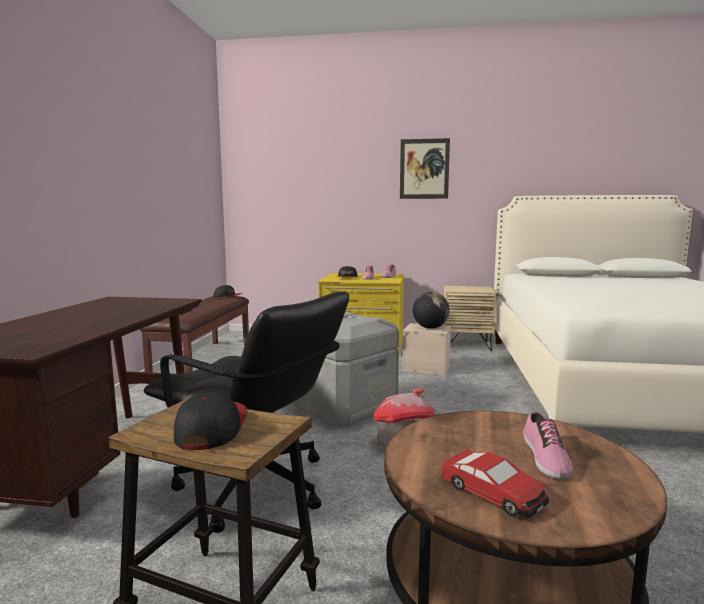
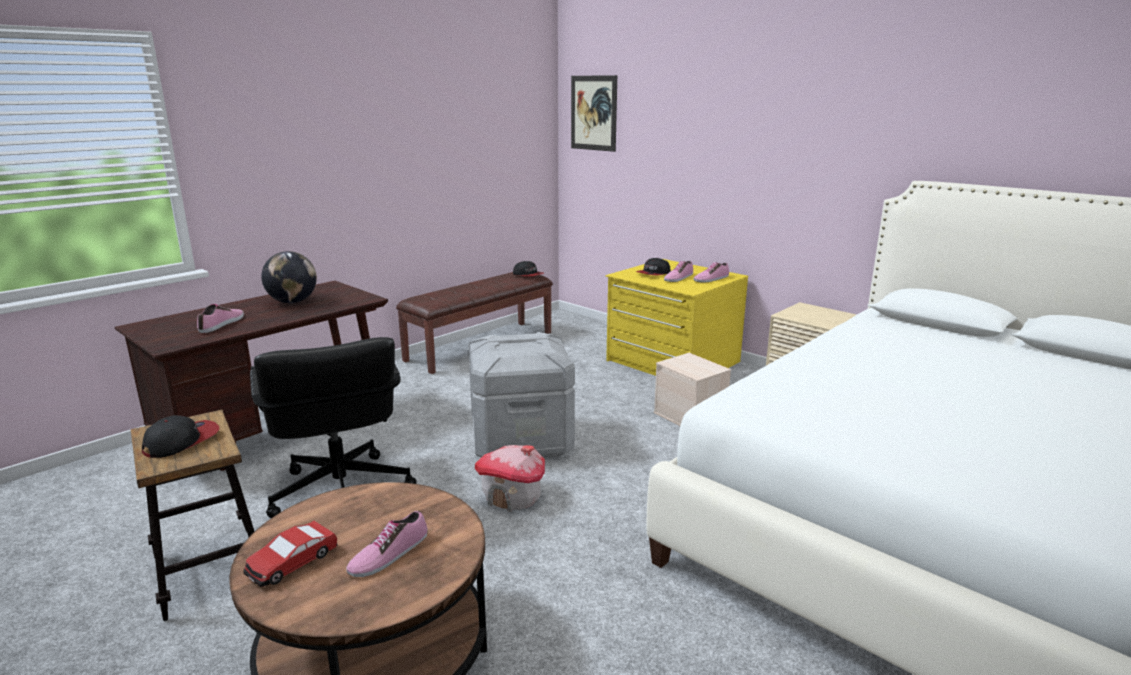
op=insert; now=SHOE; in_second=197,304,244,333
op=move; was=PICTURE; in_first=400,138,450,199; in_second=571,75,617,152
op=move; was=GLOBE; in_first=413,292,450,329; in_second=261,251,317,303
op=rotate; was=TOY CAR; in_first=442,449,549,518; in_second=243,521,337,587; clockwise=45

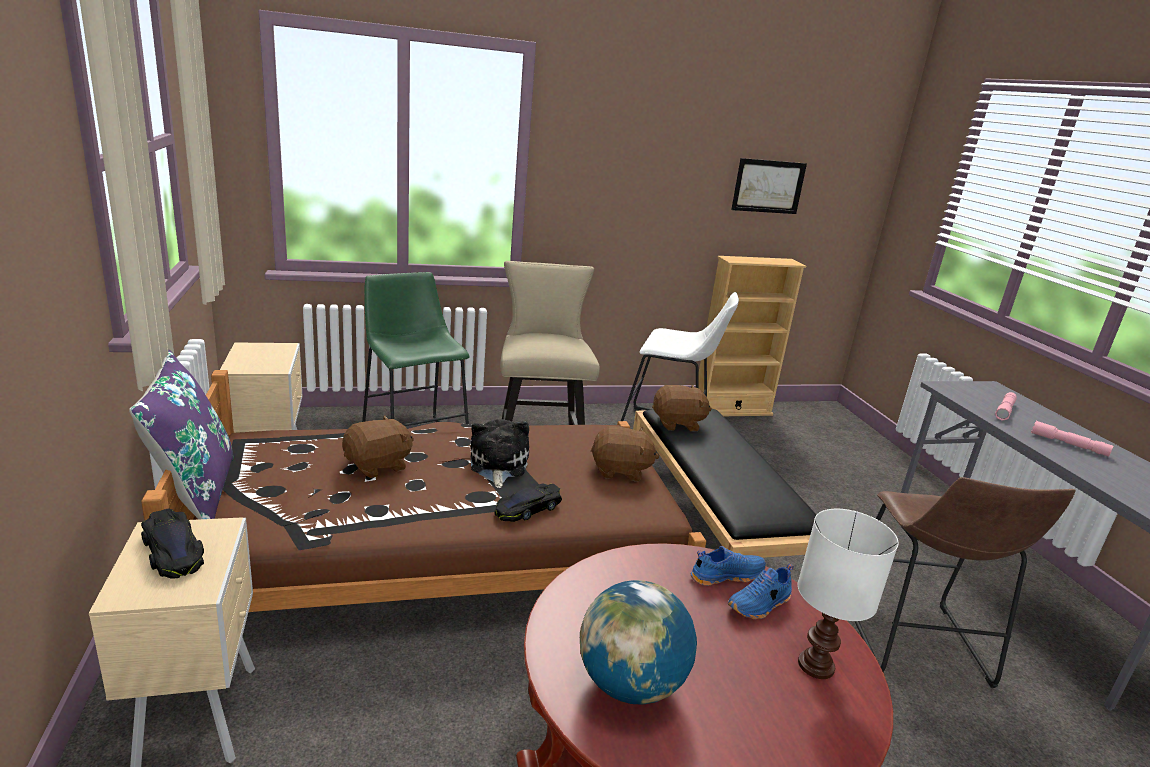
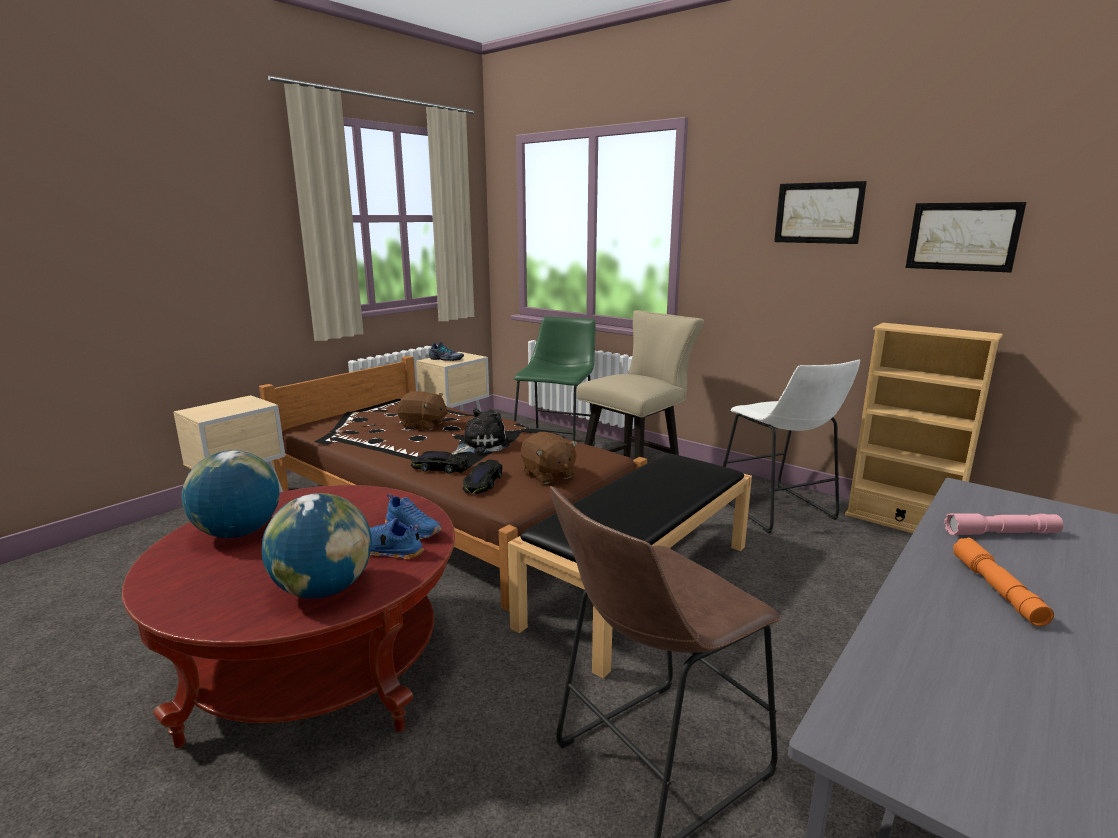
op=delete; was=PURPLE PILLOW; in_first=129,350,234,520
op=delete; was=BROWN PLUSH TOY; in_first=652,385,712,431
op=insert; now=SHOE; in_second=429,342,464,361
op=insert; now=PICTURE; in_second=774,181,867,244
op=move; was=BLACK TOY CAR; in_first=141,509,204,579; in_second=463,460,503,494
op=replace; was=WHITE TABLE LAMP; now=GLOBE; in_first=798,509,899,679; in_second=262,493,372,598
op=recolor; was=PINK FLASHLIGHT; now=ORANGE FLASHLIGHT; in_first=1031,421,1113,457; in_second=953,537,1054,627

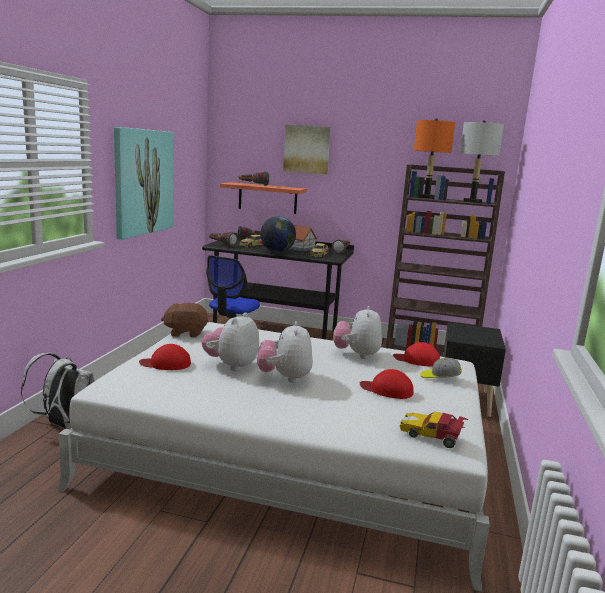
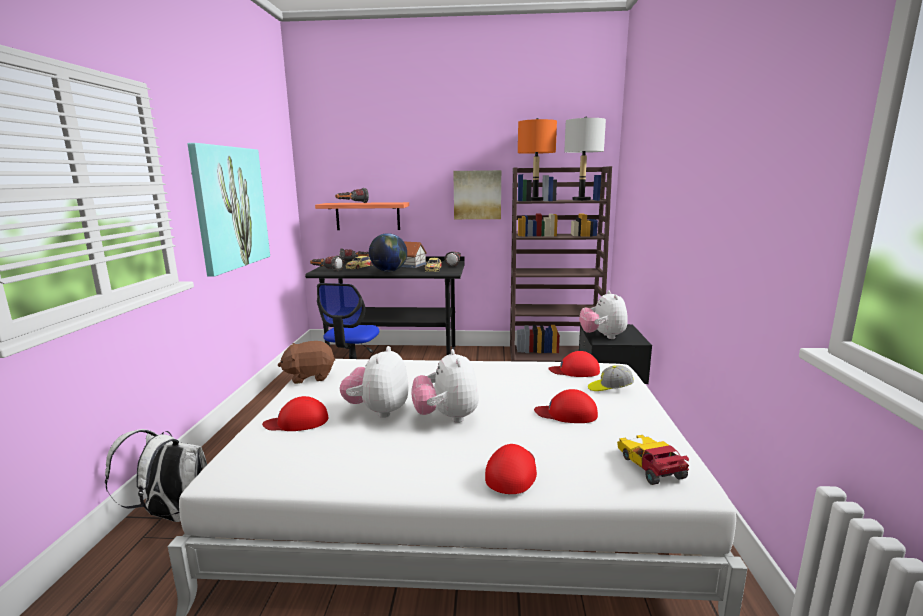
op=insert; now=RED CAP; in_second=485,444,537,494
op=move; was=PICTURE; in_first=283,125,331,174; in_second=453,170,501,219
op=move; was=PLUSH TOY; in_first=333,306,382,359; in_second=579,290,628,339
op=rotate; was=TOY CAR; in_first=400,412,468,448; in_second=617,435,689,485; clockwise=60

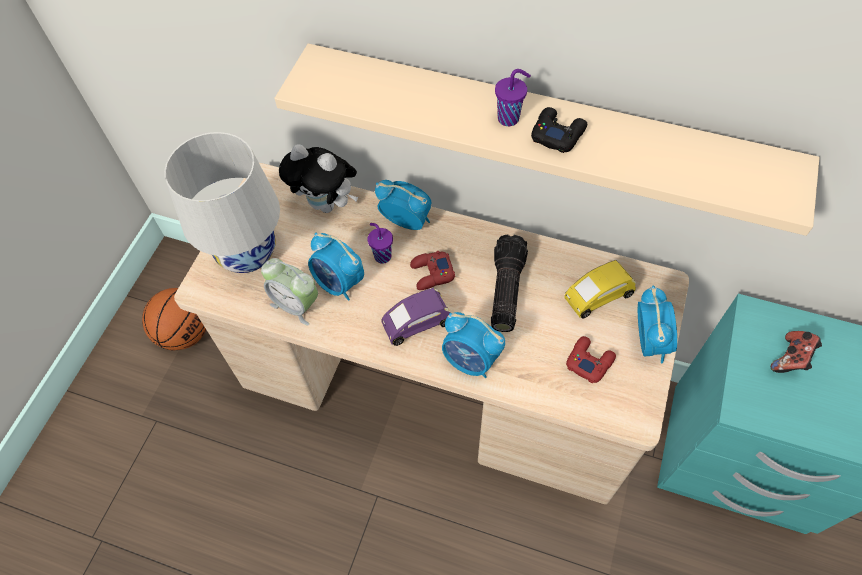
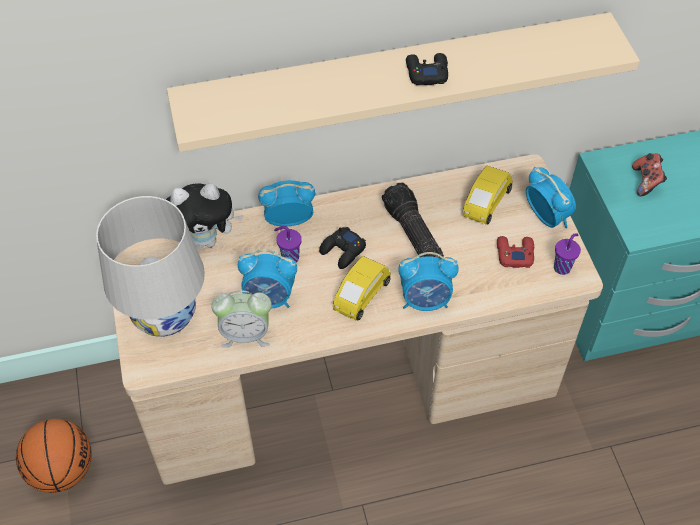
op=move; was=PURPLE CUP; in_first=495,69,531,126; in_second=554,233,581,275
op=recolor; was=PURPLE TOY CAR; now=YELLOW TOY CAR; in_first=381,288,450,346; in_second=333,256,391,321
op=recolor; was=RED GAME CONTROLLER; now=BLACK GAME CONTROLLER; in_first=410,251,455,290; in_second=319,227,366,269

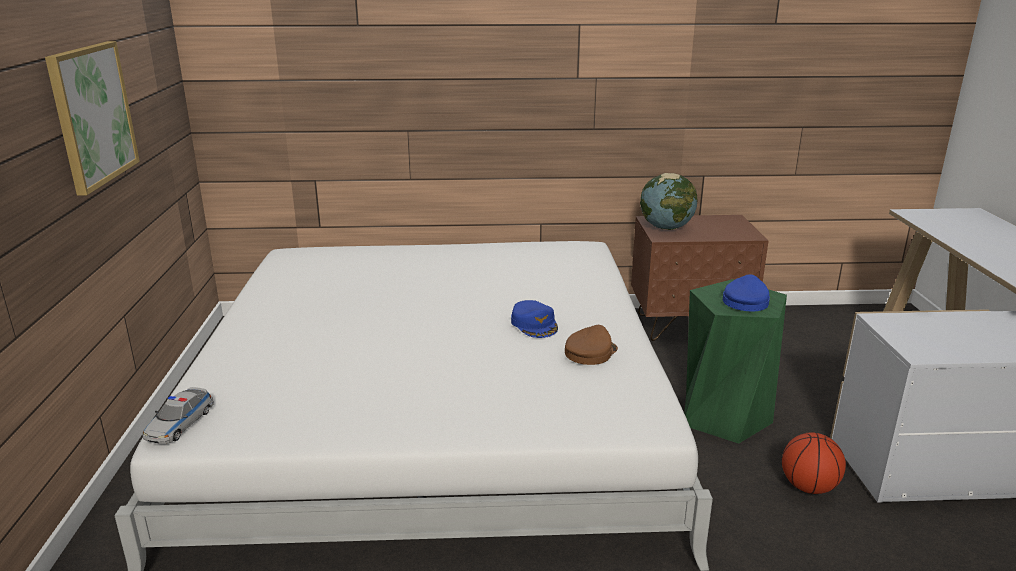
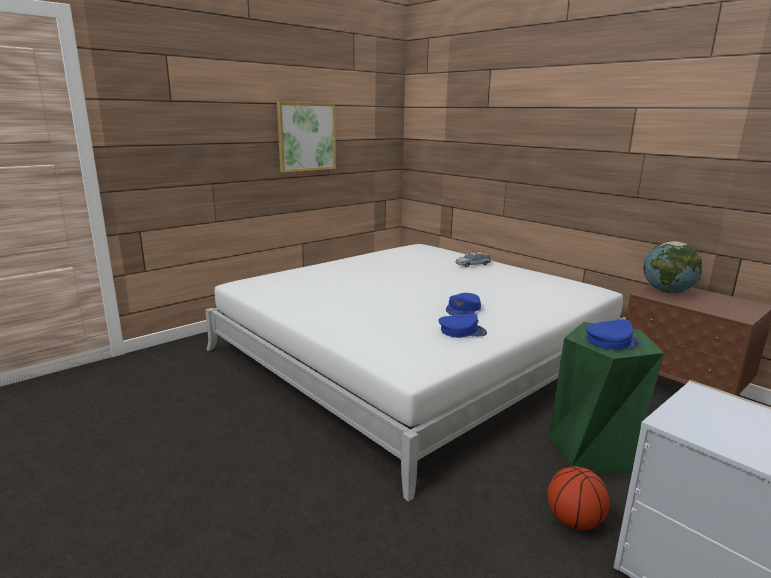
op=move; was=TOY CAR; in_first=142,387,214,444; in_second=456,251,491,267
op=recolor; was=BROWN CAP; now=BLUE CAP; in_first=565,325,618,365; in_second=439,313,487,338

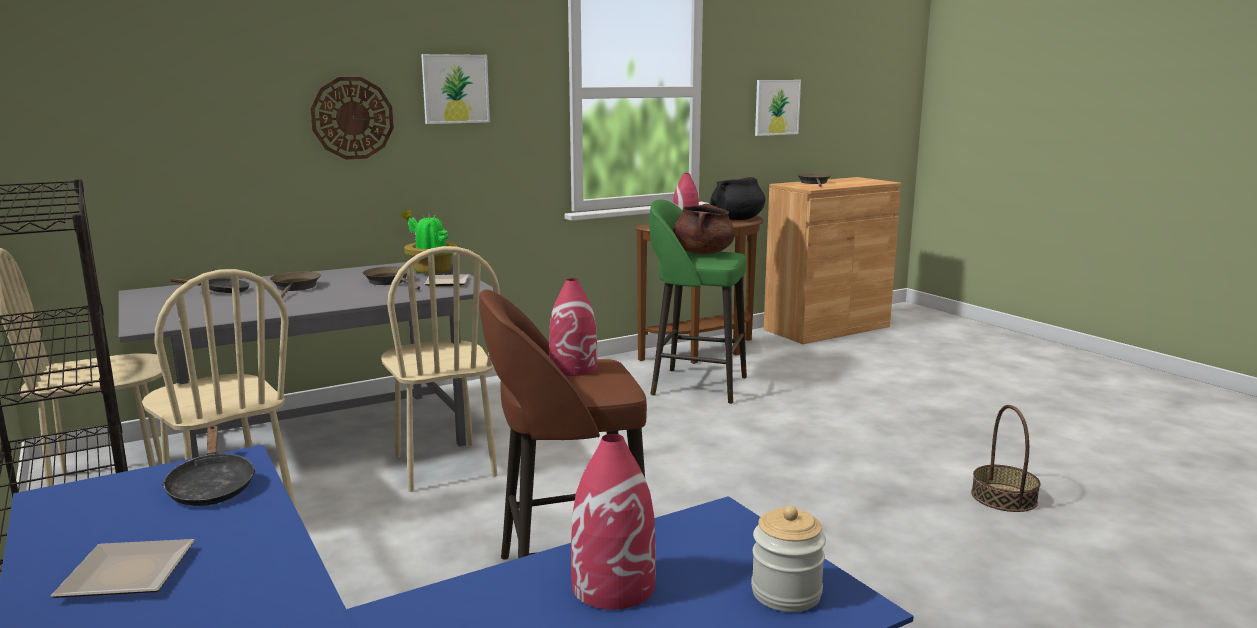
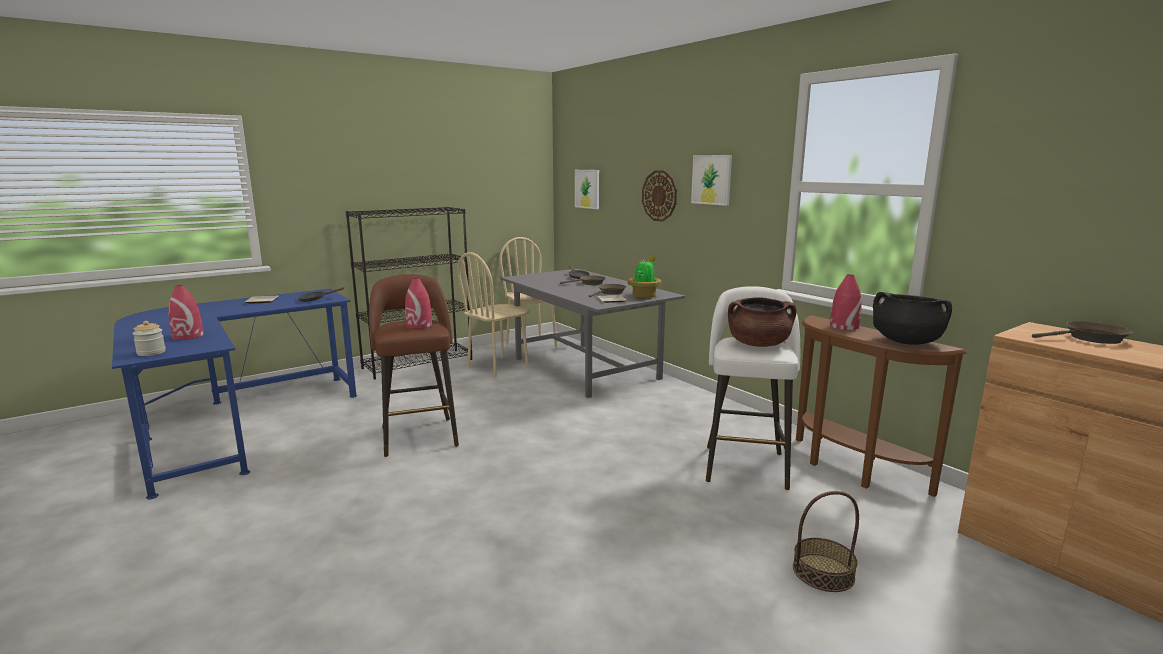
op=delete; was=BEIGE CHAIR; in_first=381,246,500,492
op=move; was=PICTURE; in_first=755,80,801,136; in_second=575,170,599,209
op=move; was=BASKET; in_first=971,405,1041,512; in_second=793,491,859,592
op=recolor; was=GREEN STOOL; now=WHITE STOOL; in_first=649,199,747,404; in_second=706,286,800,490

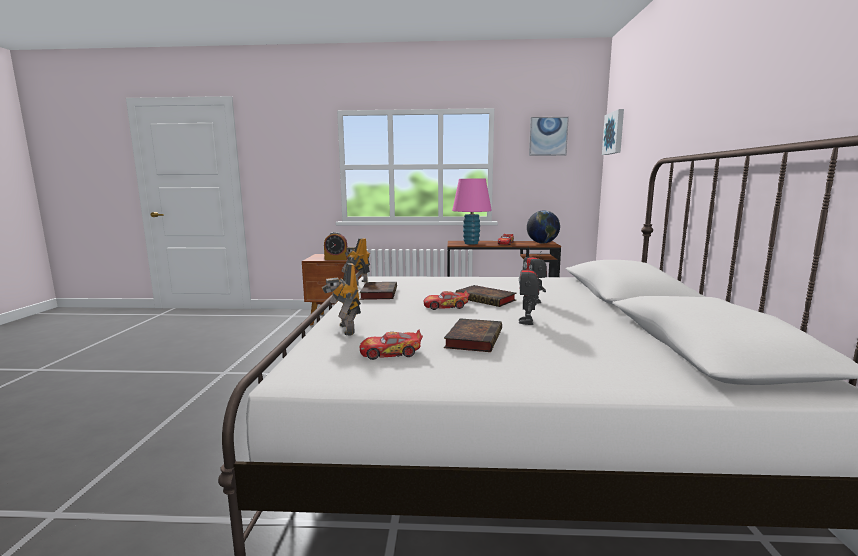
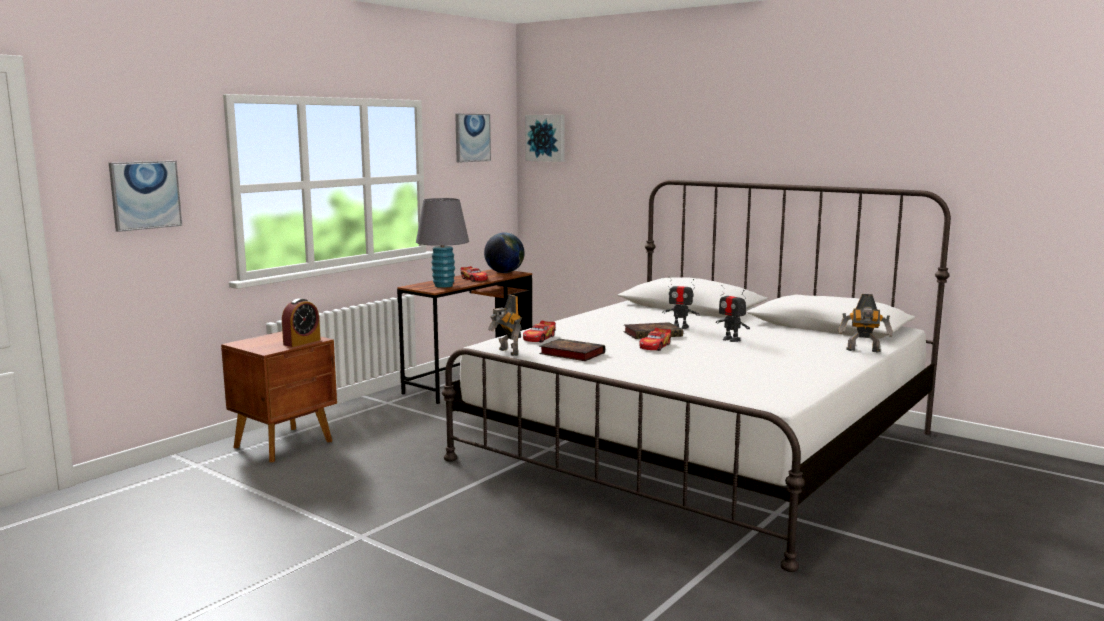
op=delete; was=BOOK; in_first=444,318,502,352
op=insert; now=PICTURE; in_second=109,161,182,232
op=move; was=TOY ROBOT; in_first=321,263,361,336; in_second=838,294,893,353
op=move; was=TOY CAR; in_first=360,330,423,360; in_second=523,320,556,342
op=recolor; was=PINK TABLE LAMP; now=GREY TABLE LAMP; in_first=452,179,492,245; in_second=416,198,469,288

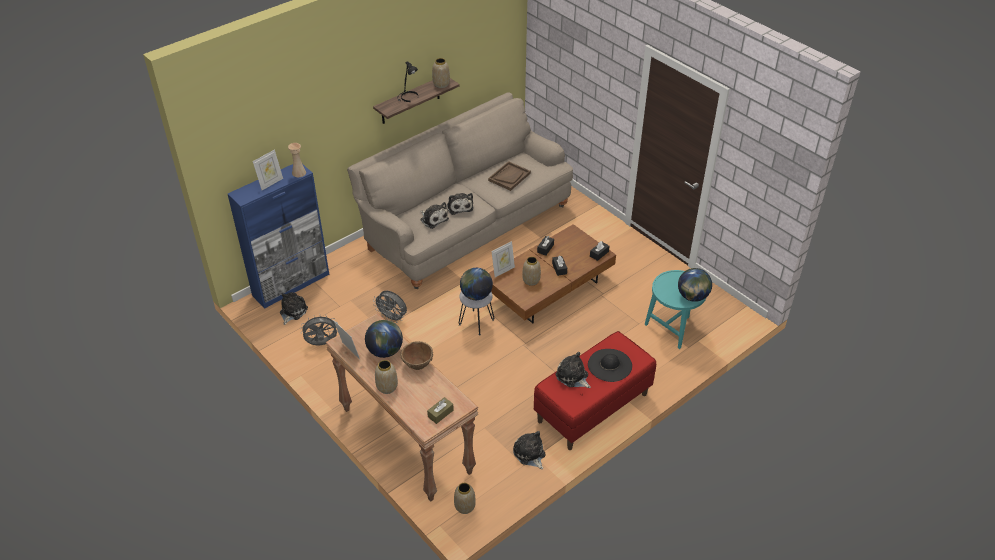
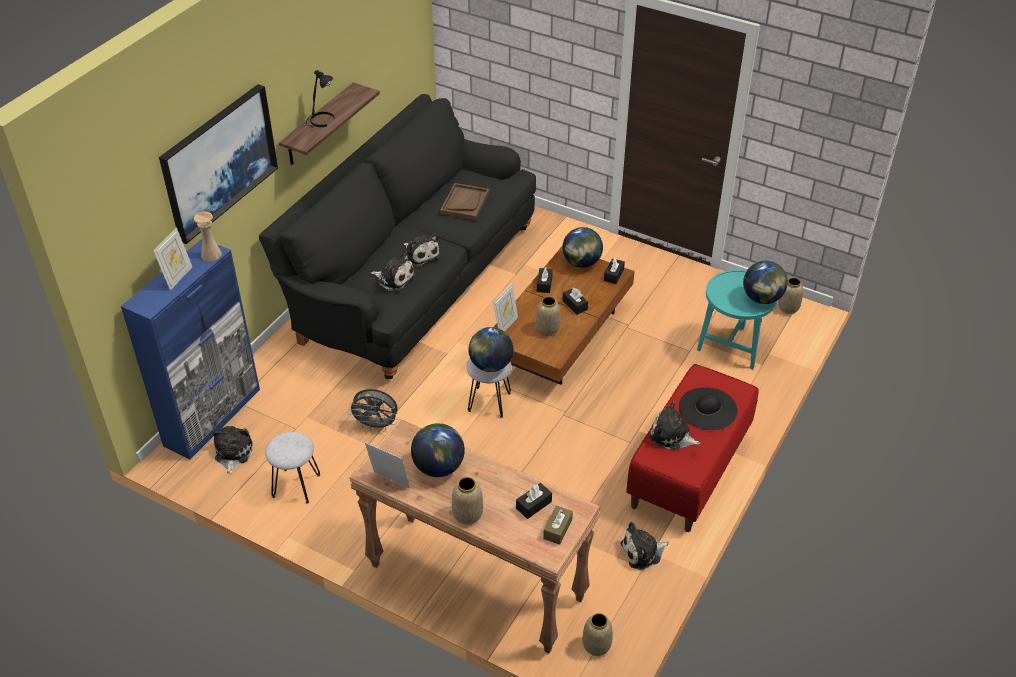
op=delete; was=BROWN BOWL; in_first=400,341,433,370
op=insert; now=PICTURE; in_second=159,84,278,244
op=insert; now=BLACK TISSUE BOX; in_second=516,483,552,519
op=insert; now=GLOBE; in_second=562,227,603,268
op=move; was=VASE; in_first=432,58,450,88; in_second=778,277,803,314
op=replace; was=GREY FAN; now=GREY STOOL; in_first=300,316,338,345; in_second=265,432,320,503
op=recolor; was=BEIGE SOFA; now=BLACK SOFA; in_first=347,92,573,289; in_second=259,94,536,379
op=rotate; was=PLUSH TOY; in_first=513,431,546,469; in_second=620,522,669,570; clockwise=-60

